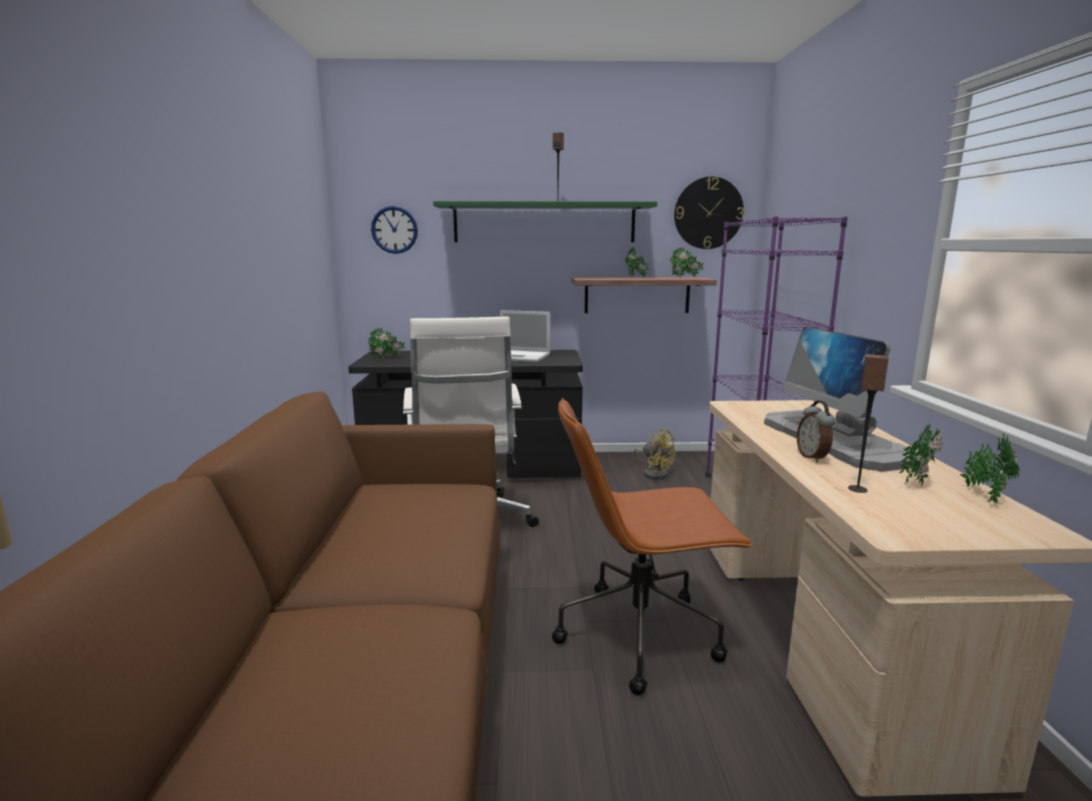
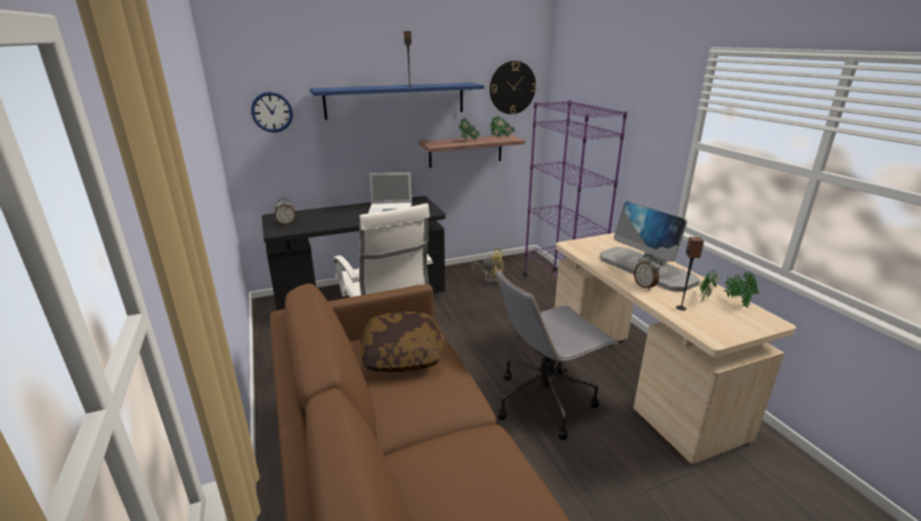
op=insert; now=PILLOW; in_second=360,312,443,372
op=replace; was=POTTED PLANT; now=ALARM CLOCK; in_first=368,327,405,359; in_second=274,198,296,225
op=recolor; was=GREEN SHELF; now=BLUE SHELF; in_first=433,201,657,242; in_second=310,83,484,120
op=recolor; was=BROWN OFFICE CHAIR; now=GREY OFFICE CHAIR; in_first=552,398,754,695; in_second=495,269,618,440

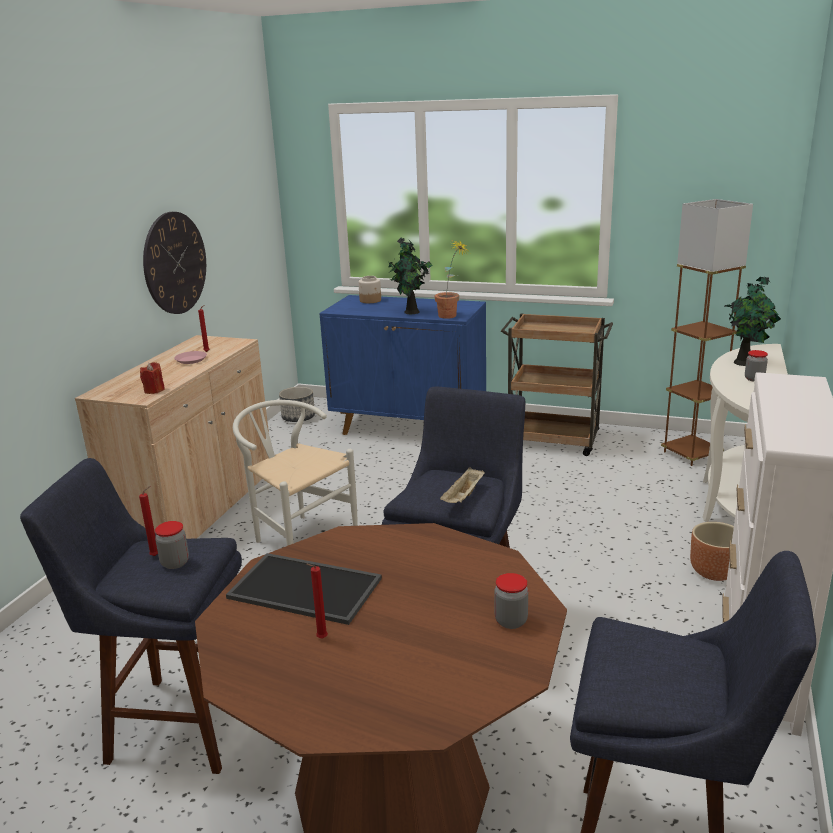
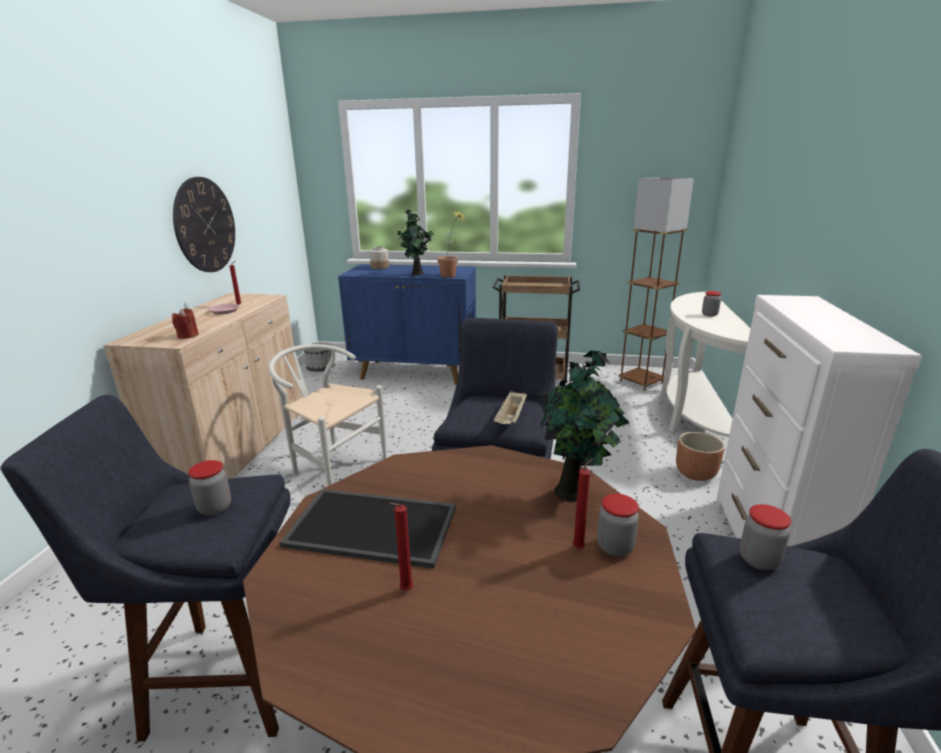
op=insert; now=JAR; in_second=740,504,791,570
op=move; was=RED CANDLE; in_first=139,486,158,556; in_second=572,459,593,549
op=move; was=POTTED PLANT; in_first=725,277,781,366; in_second=533,351,629,502

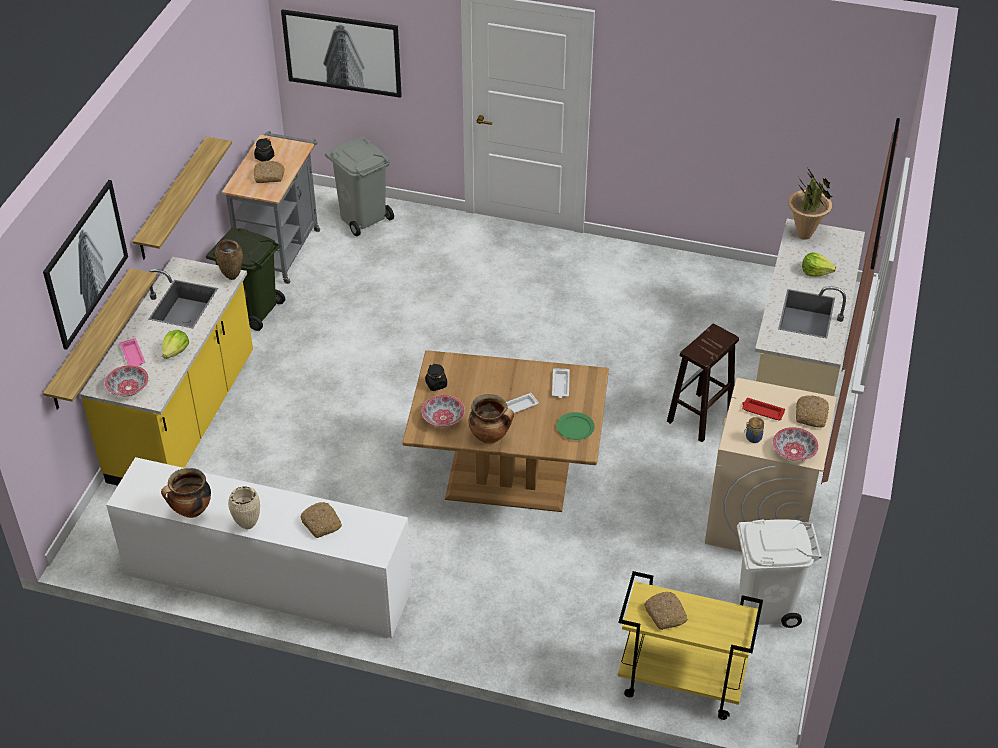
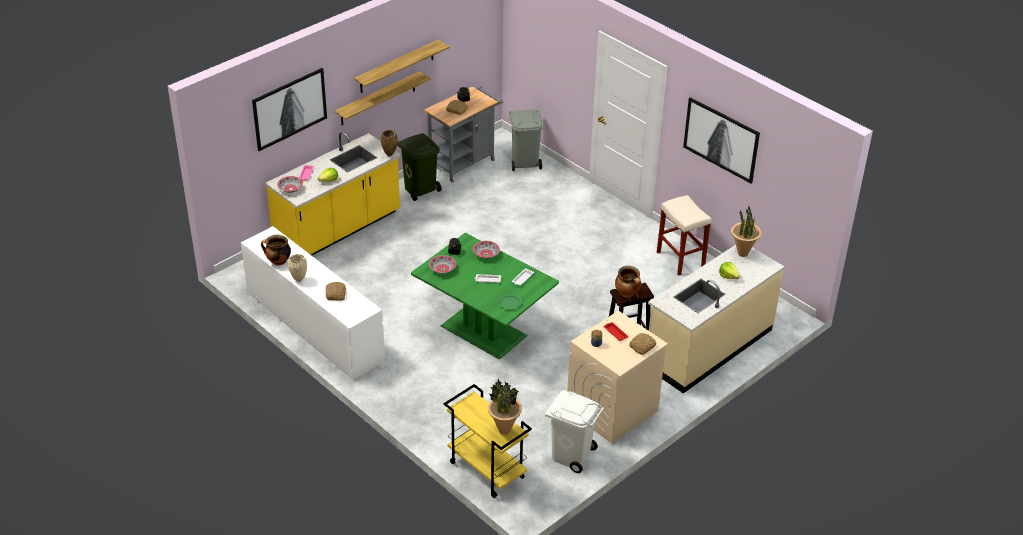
op=delete; was=BREAD; in_first=644,592,687,630
op=insert; now=POTTED PLANT; in_second=488,379,522,435
op=insert; now=BEIGE STOOL; in_second=657,195,712,276
op=move; was=SHELF; in_first=43,268,158,410; in_second=354,40,450,93
op=move; was=PICTURE; in_first=281,9,402,98; in_second=683,97,760,183
op=move; was=COOKING POT; in_first=469,394,514,444; in_second=615,266,641,298
op=move; was=BOWL; in_first=773,427,819,461; in_second=473,241,500,259
op=recolor; was=BROWN DINING TABLE; now=GREEN DINING TABLE; in_first=402,350,609,512; in_second=411,233,559,360

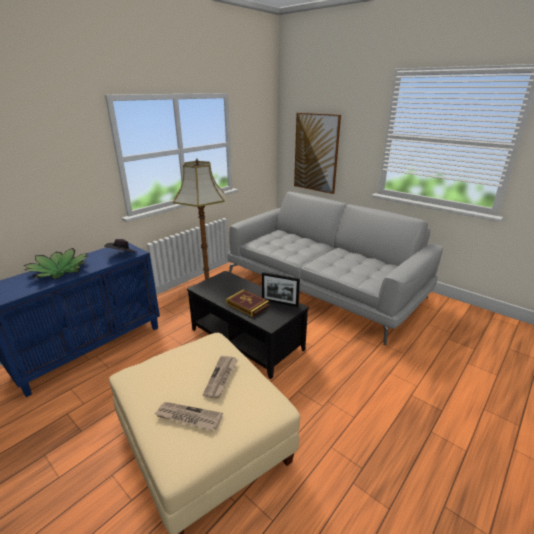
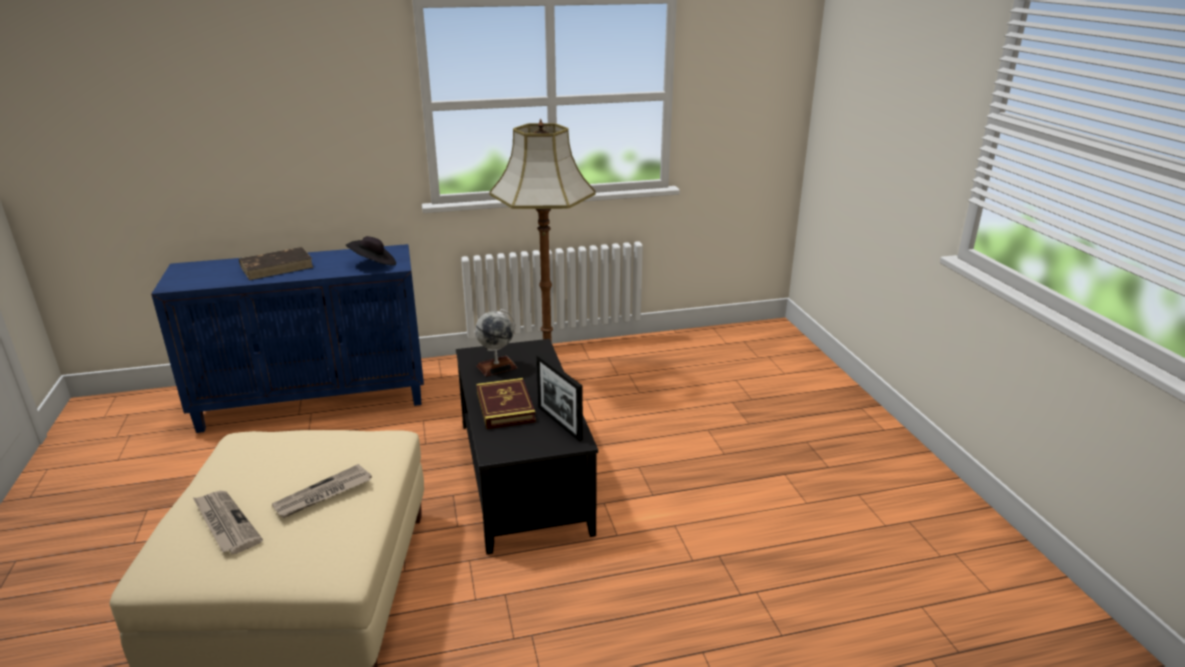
op=delete; was=GREY SOFA; in_first=227,192,443,345
op=delete; was=PICTURE; in_first=294,113,341,194
op=insert; now=GLOBE; in_second=475,309,517,377
op=replace; was=POTTED PLANT; now=BROWN BOOK; in_first=24,248,89,279; in_second=239,247,314,280

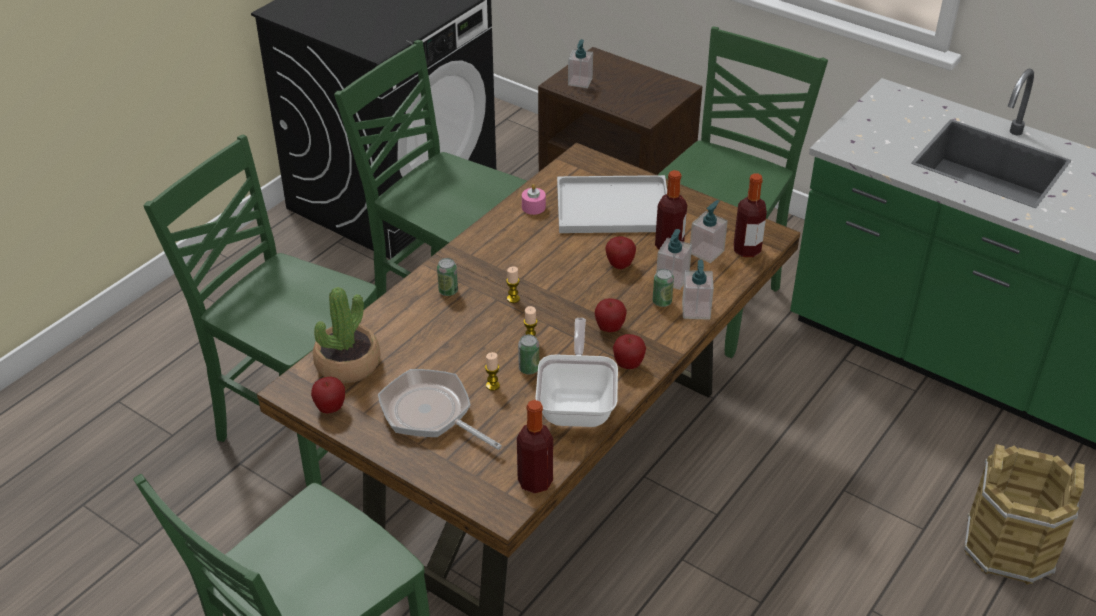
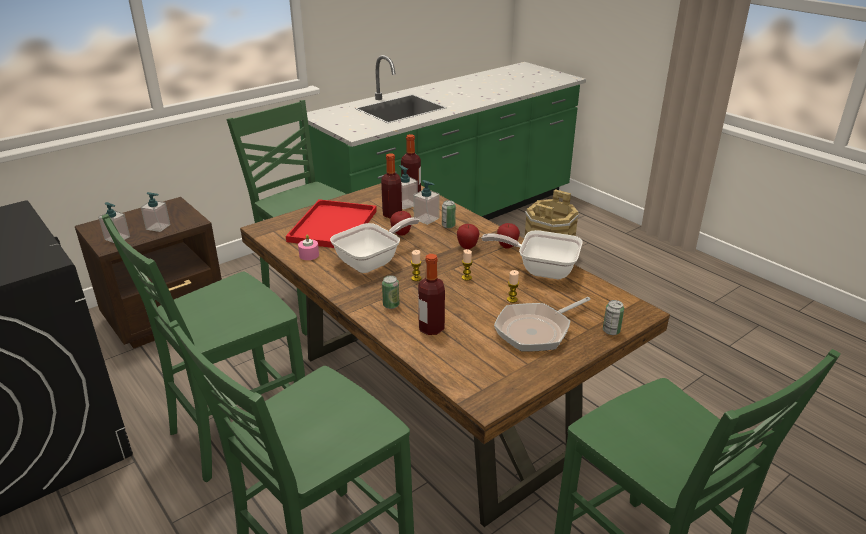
op=delete; was=APPLE; in_first=311,376,345,413
op=delete; was=POTTED PLANT; in_first=313,287,380,383
op=insert; now=FRYING PAN; in_second=330,217,419,273
op=move; was=BOTTLE; in_first=517,400,553,494; in_second=418,254,445,335
op=move; was=CAN; in_first=518,334,539,374; in_second=603,300,624,335
op=move; was=SOAP DISPENSER; in_first=682,260,714,320; in_second=141,192,170,232
op=recolor; was=WHITE TRAY; now=RED TRAY; in_first=557,175,667,233; in_second=286,199,377,248

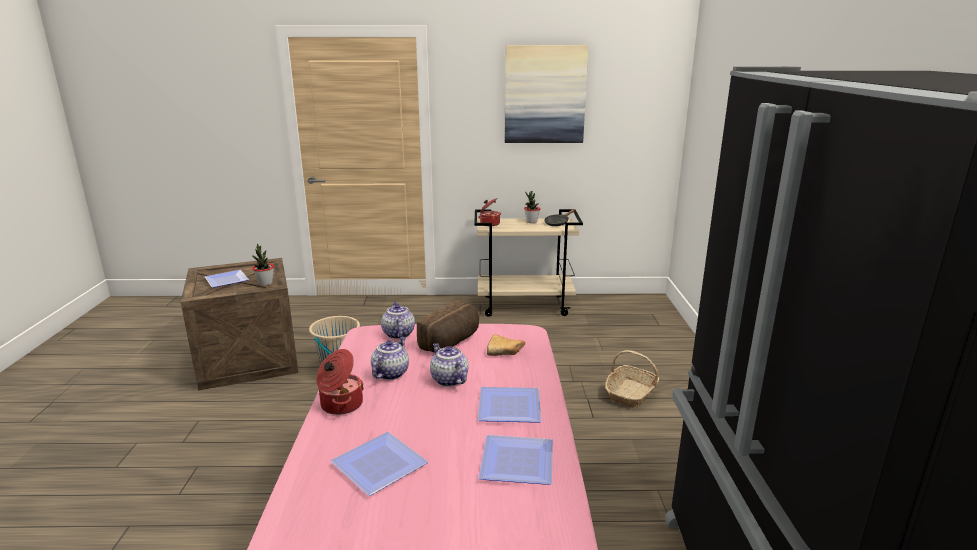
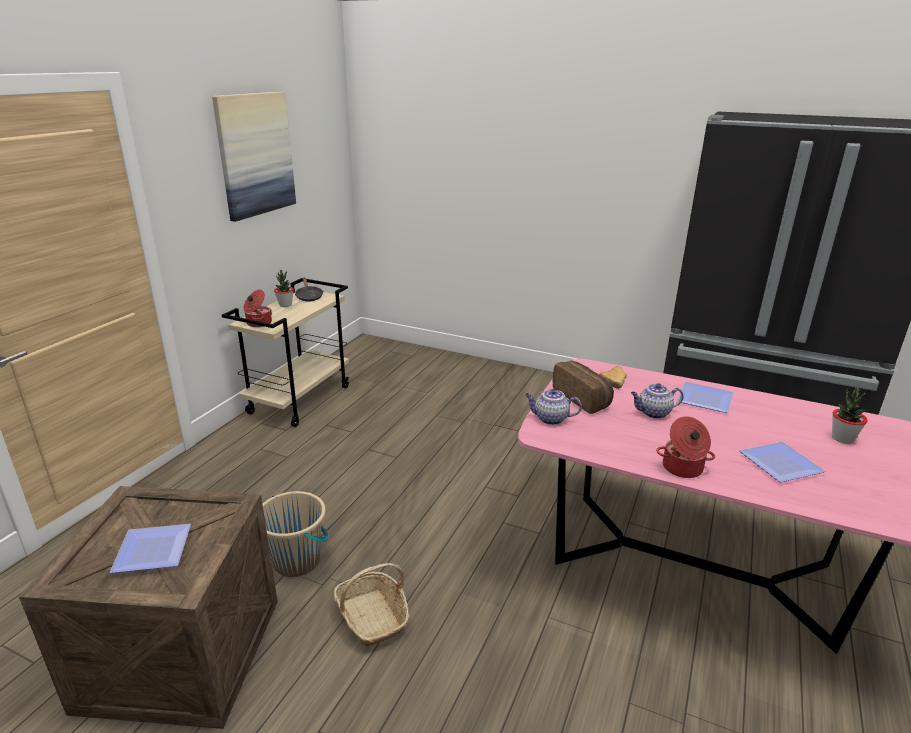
op=delete; was=TEAPOT; in_first=371,337,409,380
op=delete; was=PLATE; in_first=478,435,553,485
op=move; was=POTTED PLANT; in_first=252,244,274,286; in_second=832,387,868,444
op=move; was=BASKET; in_first=605,350,659,408; in_second=334,563,409,647

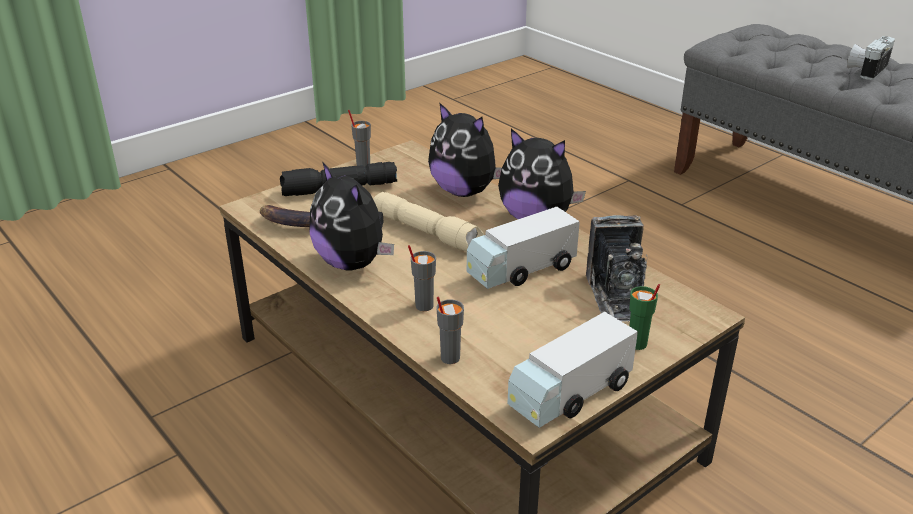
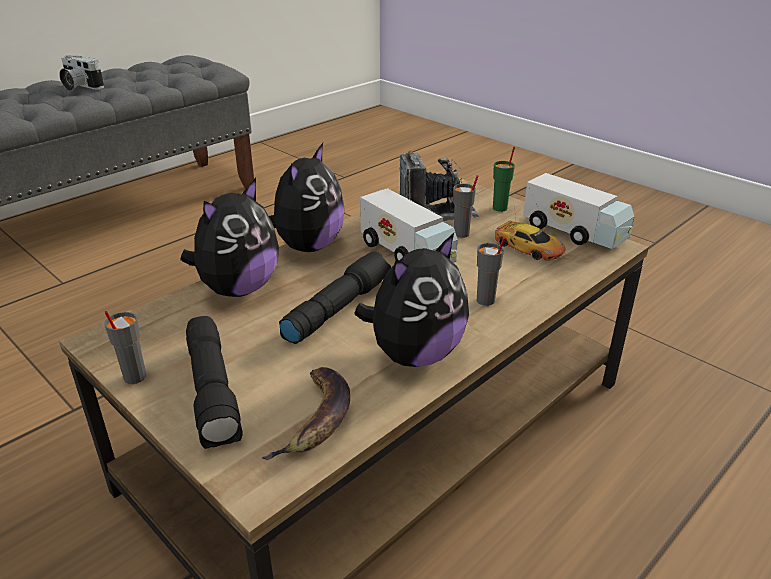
op=insert; now=TOY CAR; in_second=495,193,566,260
op=move; was=GREY CUP; in_first=436,297,464,364; in_second=453,175,478,238
op=recolor; was=BEIGE FLASHLIGHT; now=BLACK FLASHLIGHT; in_first=373,192,484,252; in_second=279,252,391,344

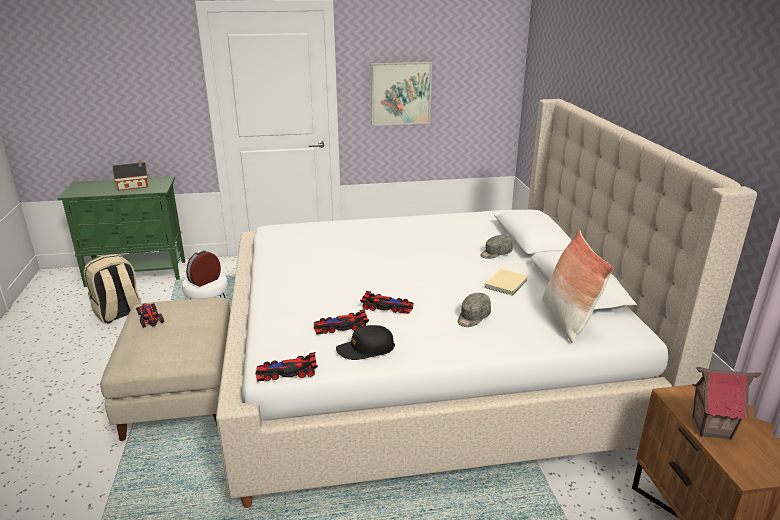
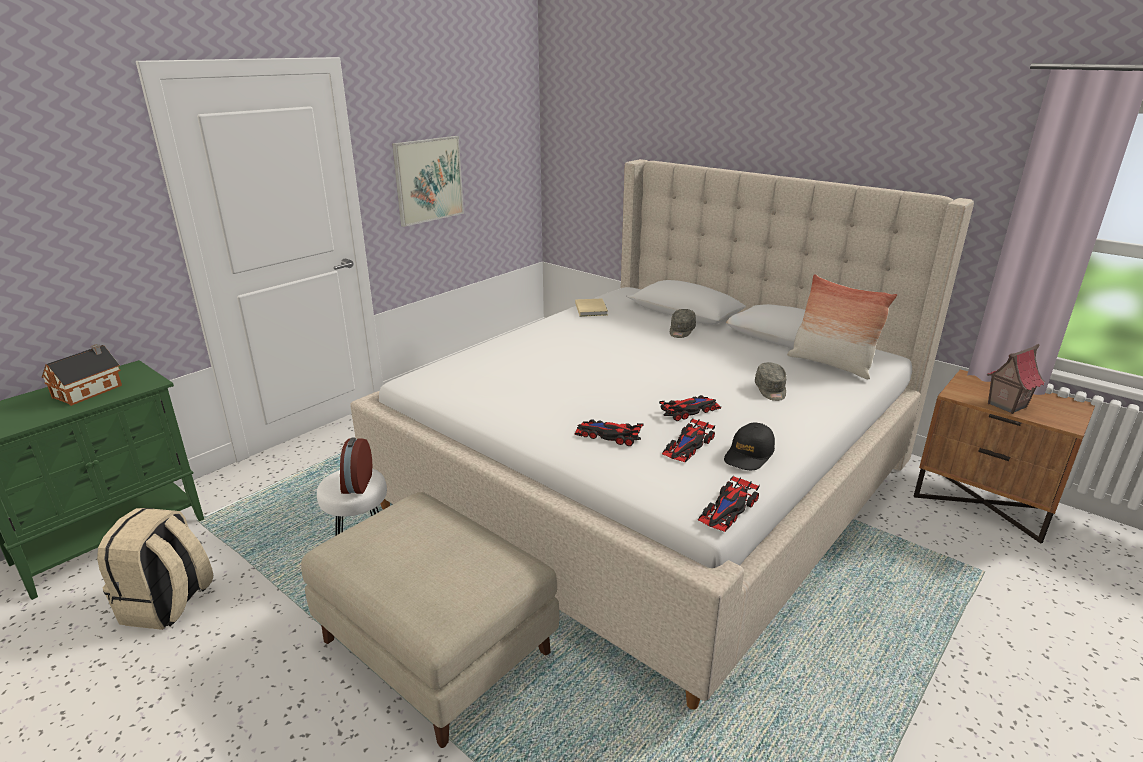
op=move; was=TOY CAR; in_first=136,303,164,328; in_second=575,419,644,446
op=move; was=BEIGE BOOK; in_first=484,268,528,296; in_second=575,299,608,317

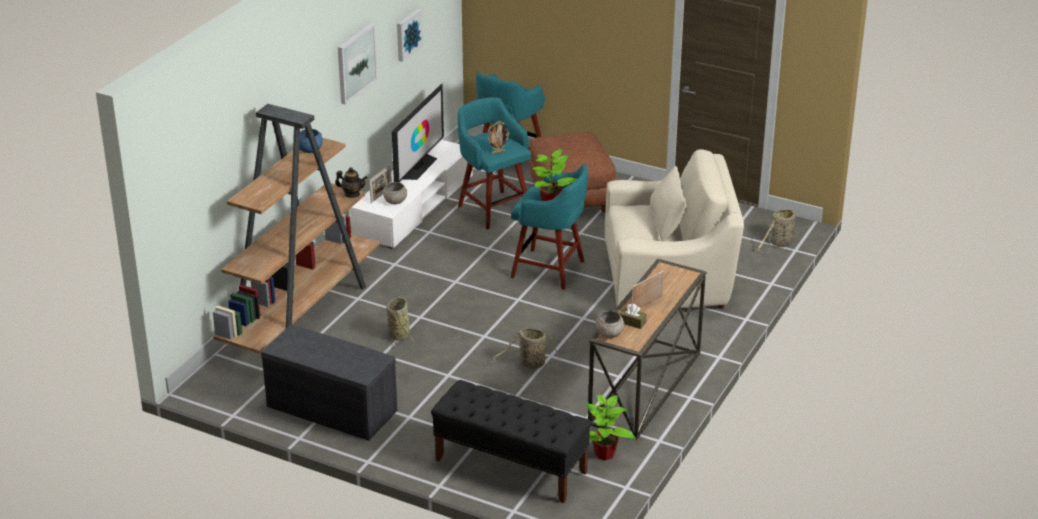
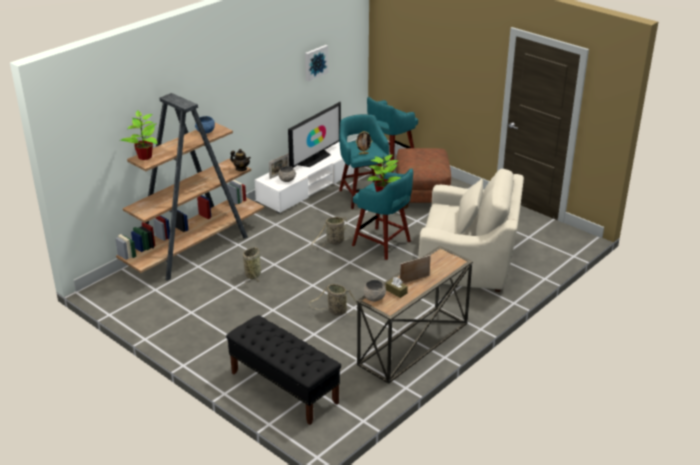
op=delete; was=GREY BENCH; in_first=261,325,397,441
op=delete; was=PICTURE; in_first=338,24,378,105
op=move; was=POTTED PLANT; in_first=586,394,636,460; in_second=120,110,157,160
op=move; was=BASKET; in_first=758,208,798,253; in_second=311,217,352,248

